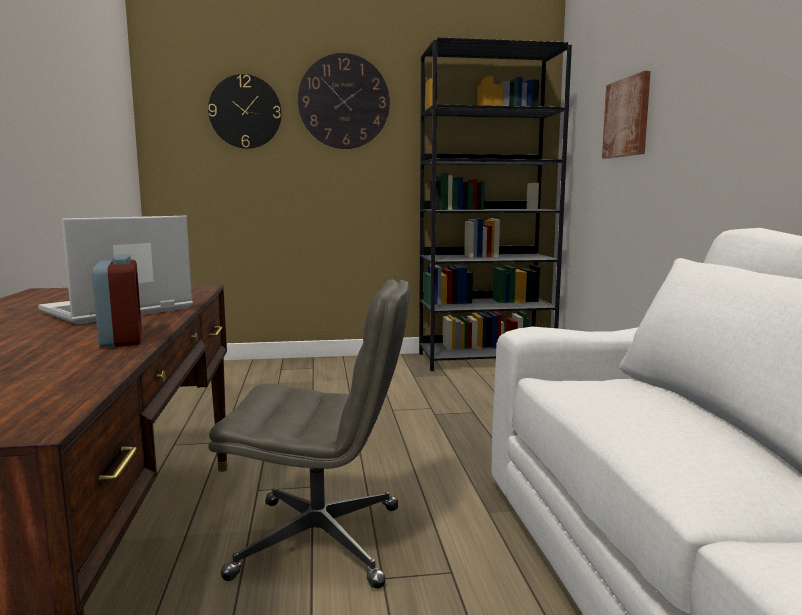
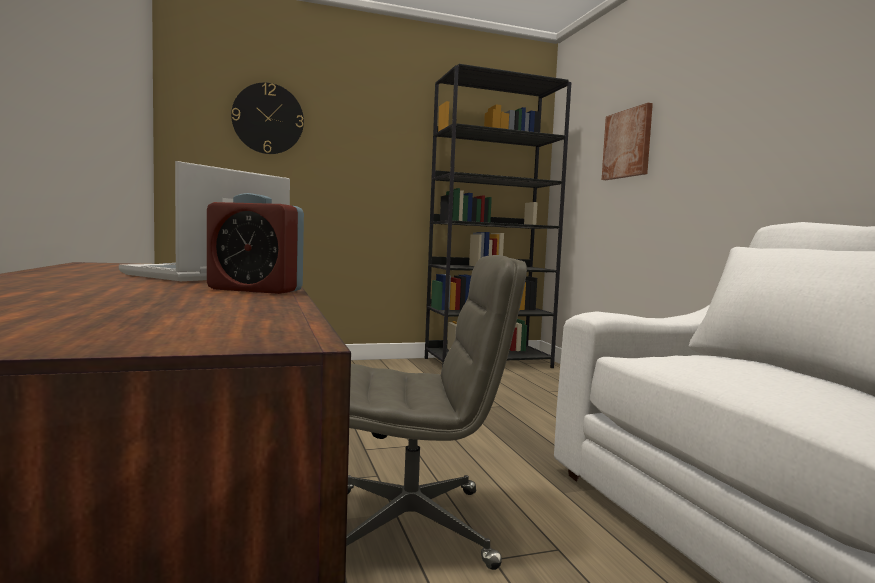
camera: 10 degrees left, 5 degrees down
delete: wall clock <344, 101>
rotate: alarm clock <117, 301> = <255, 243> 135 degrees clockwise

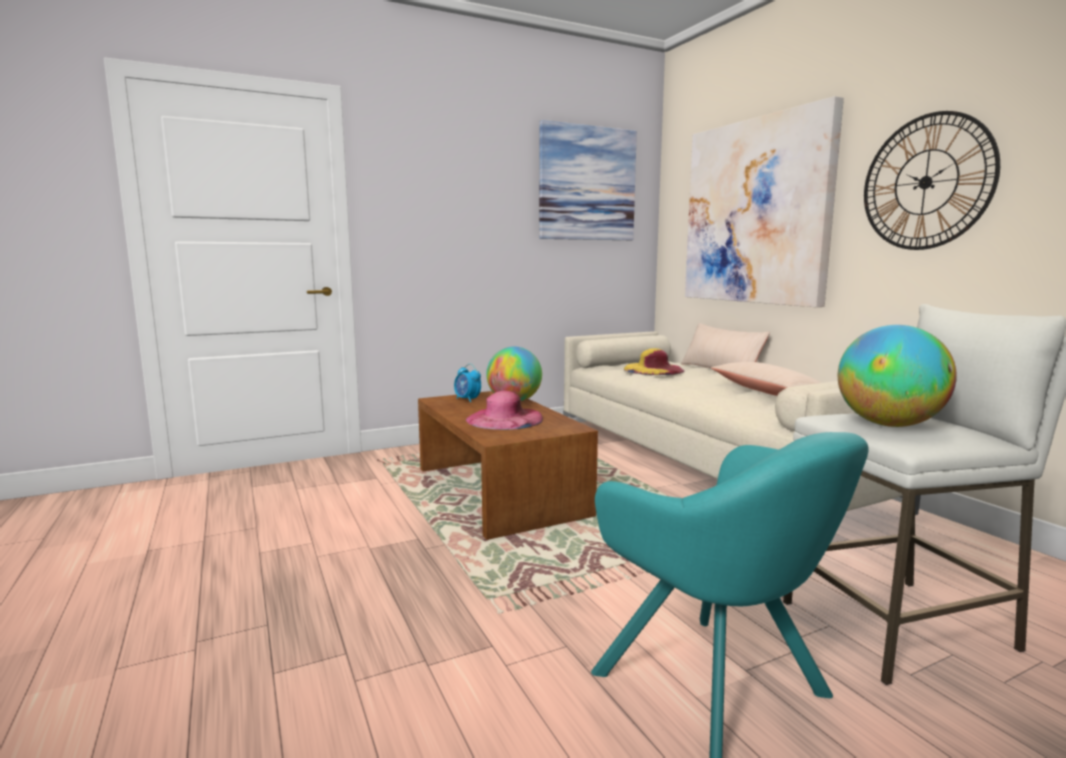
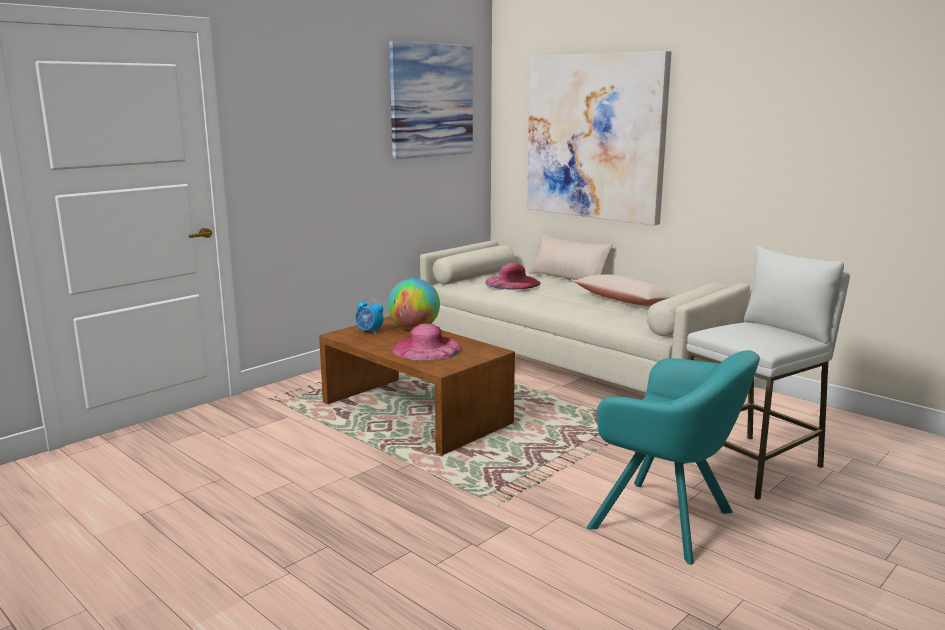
camera: 20 degrees left, 5 degrees up
delete: wall clock <932, 180>; globe <897, 376>
recolor: hat/yellow <654, 361> to hat/pink <512, 276>

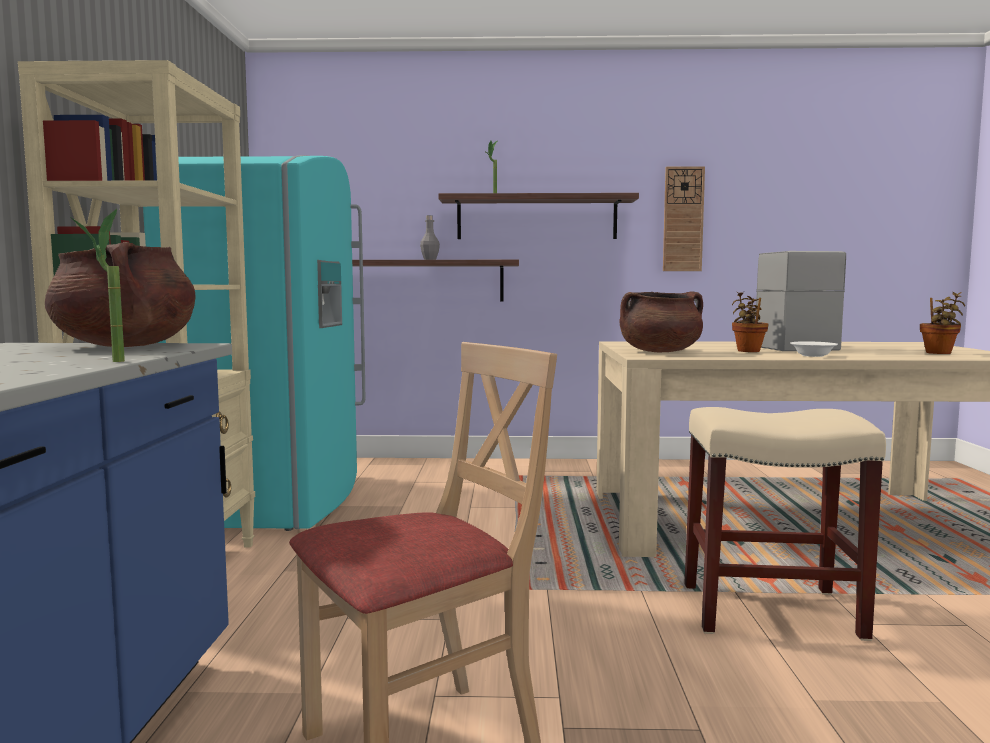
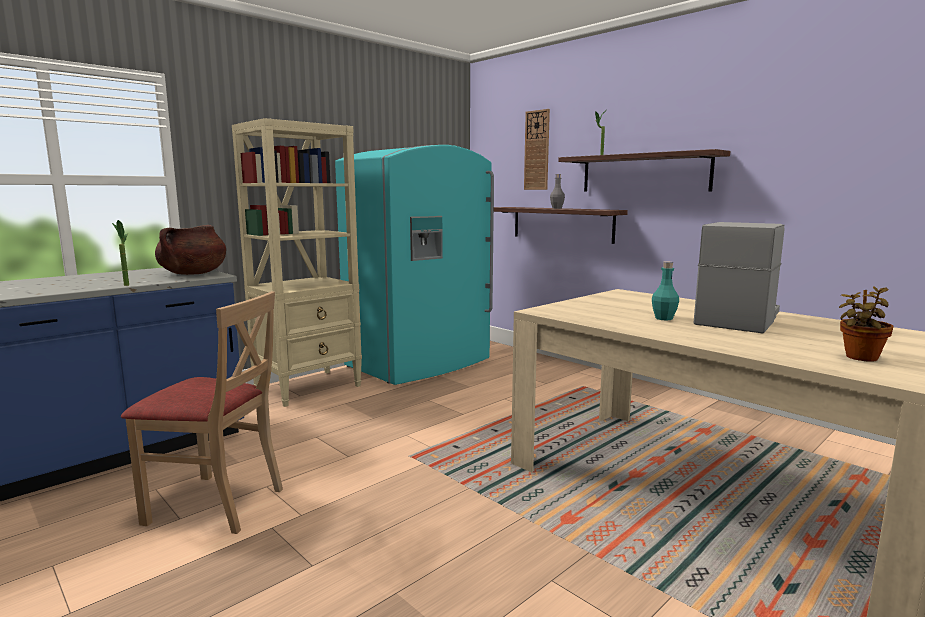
camera: 45 degrees right, 5 degrees up
delete: cooking pot/brown <661, 321>; bowl/white <814, 349>; stool/beige <785, 524>
move: wall clock <684, 218> to <537, 149>
replace: potted plant <750, 321> to bottle/turquoise <665, 291>

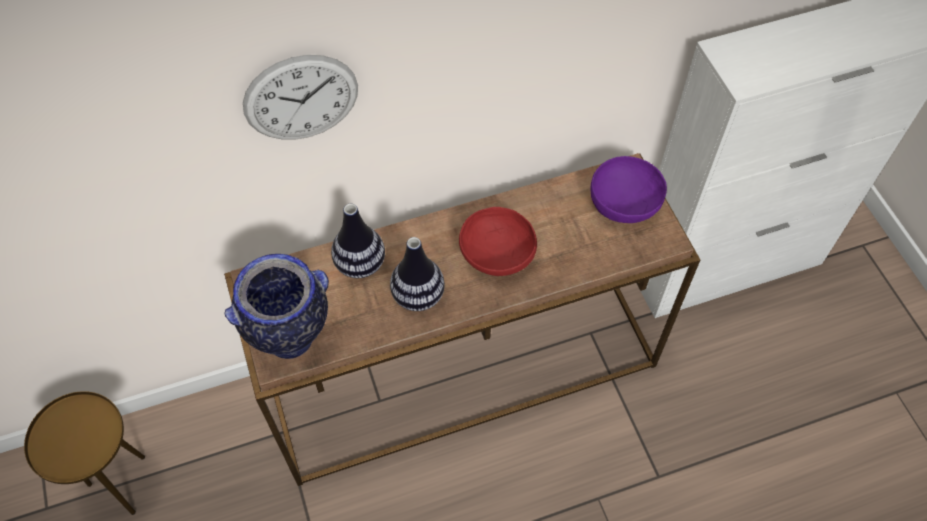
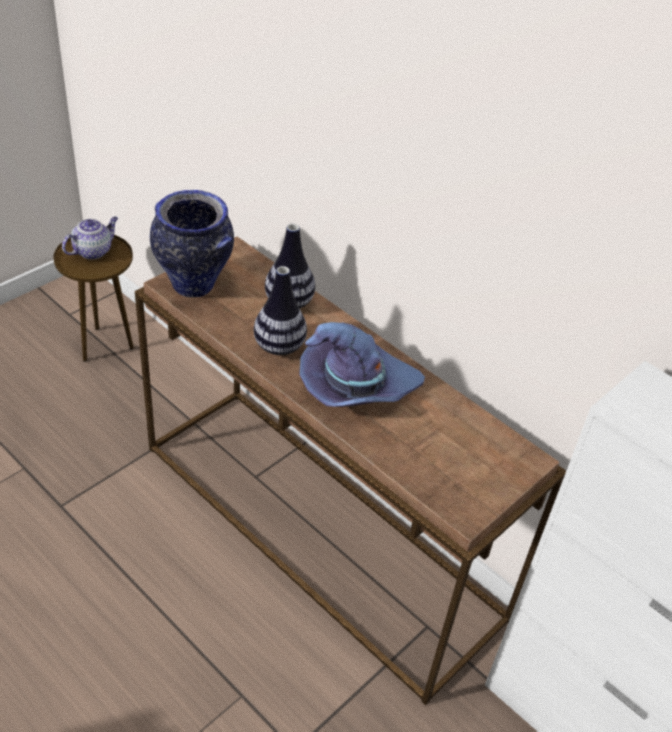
camera: 60 degrees right, 15 degrees down
delete: wall clock <300, 97>; bowl/purple <628, 189>
insert: teapot <90, 238>
replace: bowl/red <498, 241> to hat/purple <362, 364>

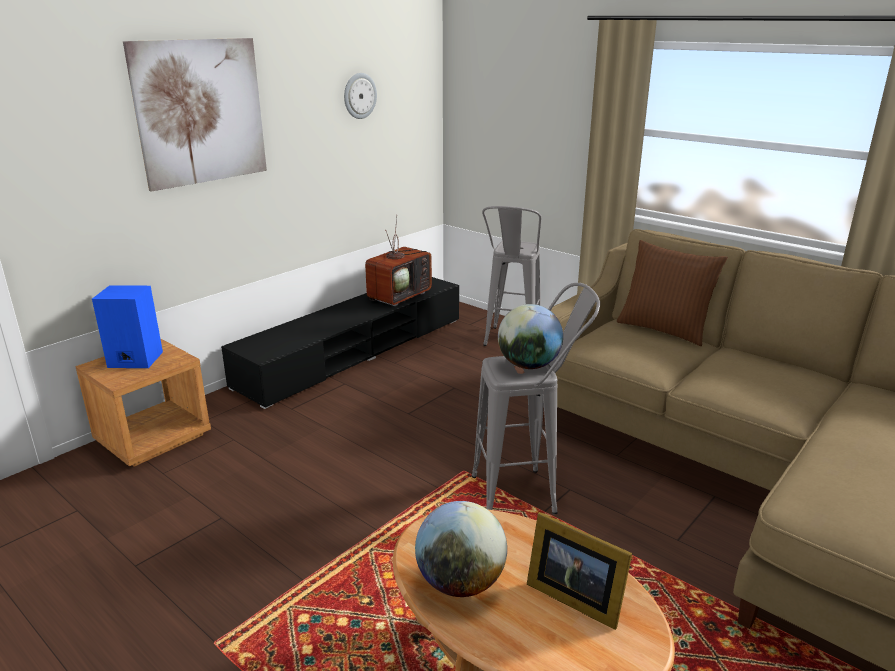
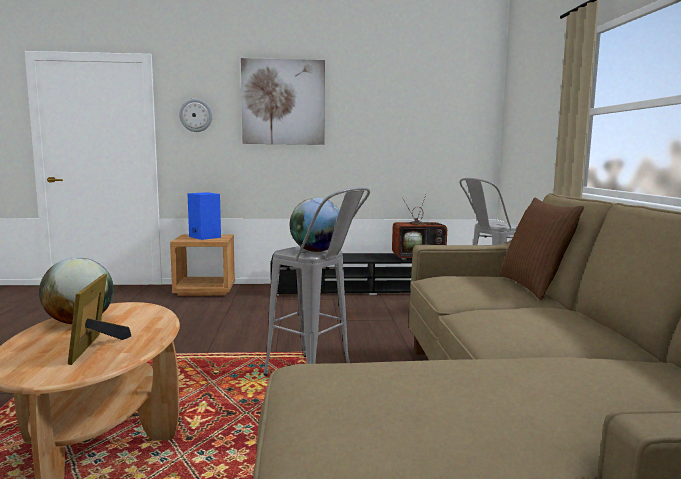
camera: 45 degrees right, 15 degrees down
move: wall clock <360, 96> to <195, 115>

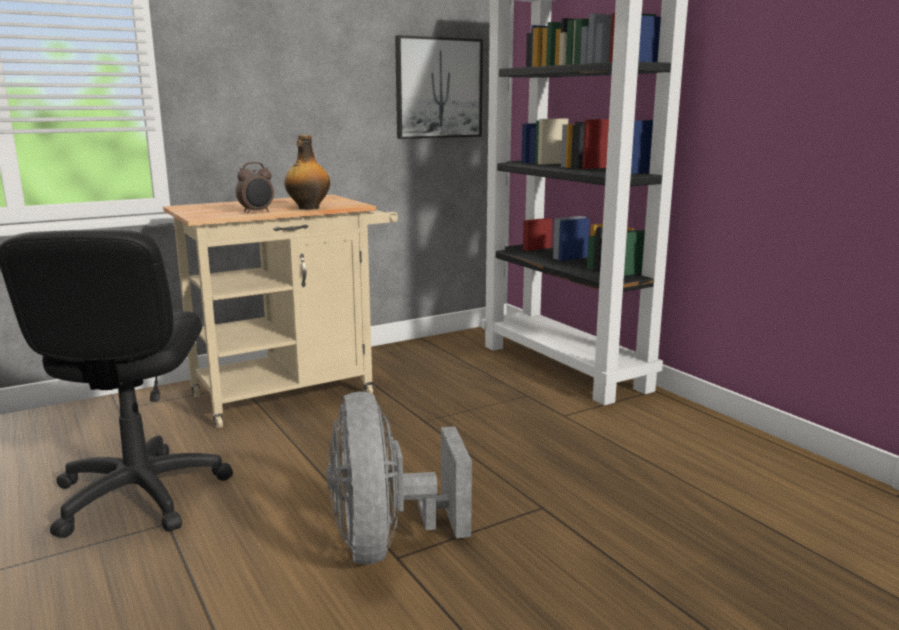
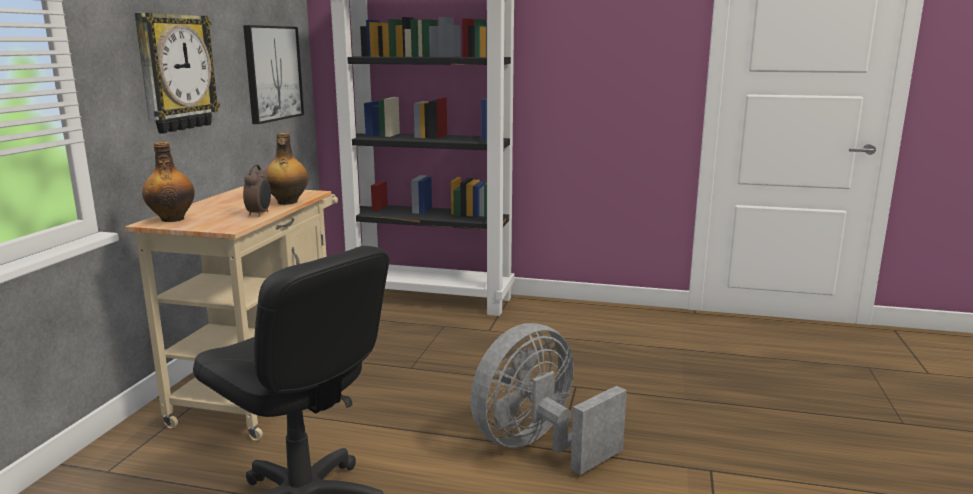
camera: 45 degrees left, 0 degrees up
insert: wall clock <177, 73>; bottle <168, 182>
rotate: fan/grey <399, 477> = <549, 399> 105 degrees clockwise

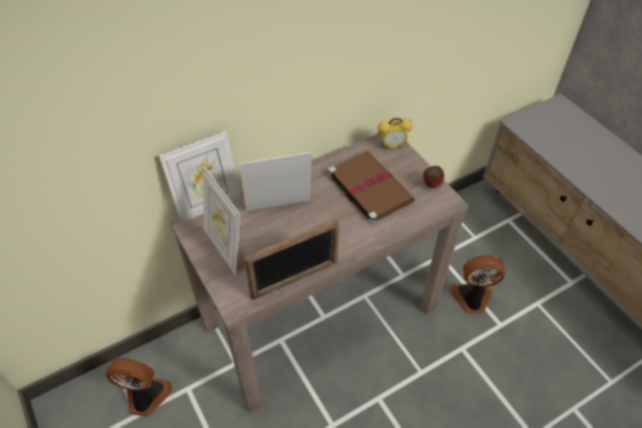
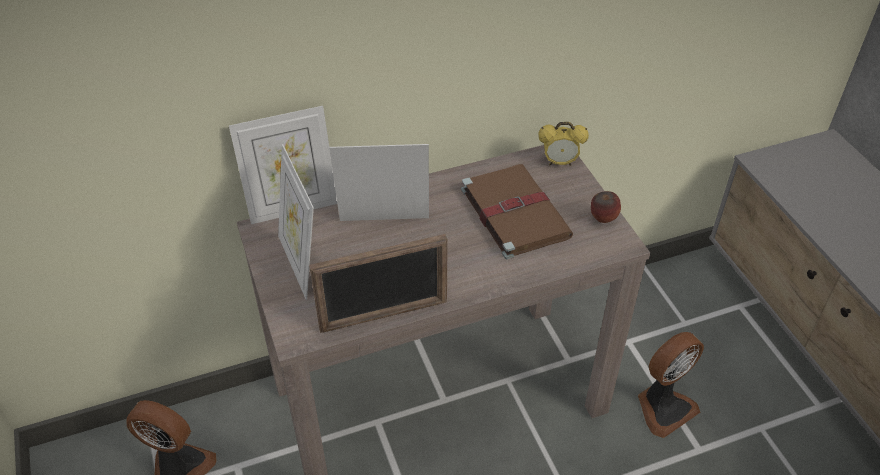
camera: 10 degrees right, 5 degrees down
rotate: fan <477, 284> = <671, 385> 135 degrees clockwise

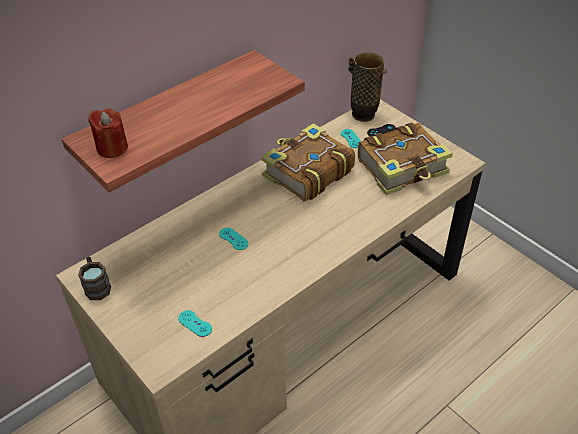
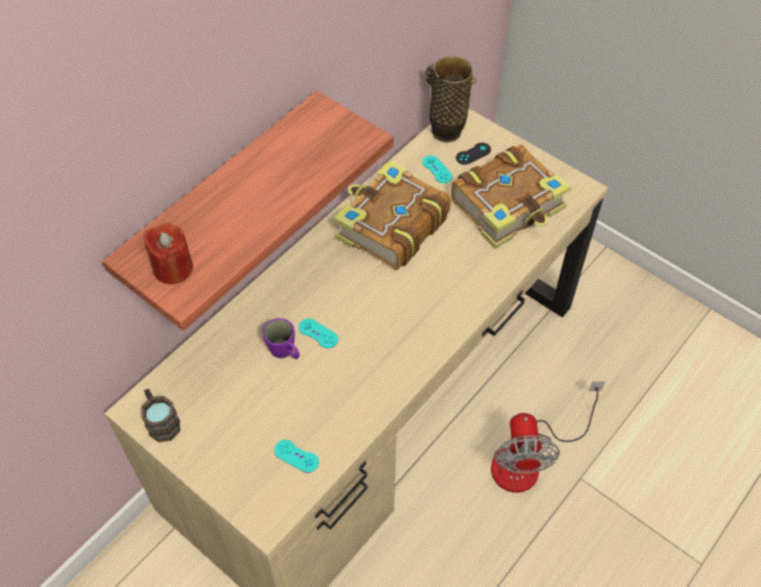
camera: 10 degrees left, 10 degrees up
insert: mug/purple <281, 338>; fan <548, 437>

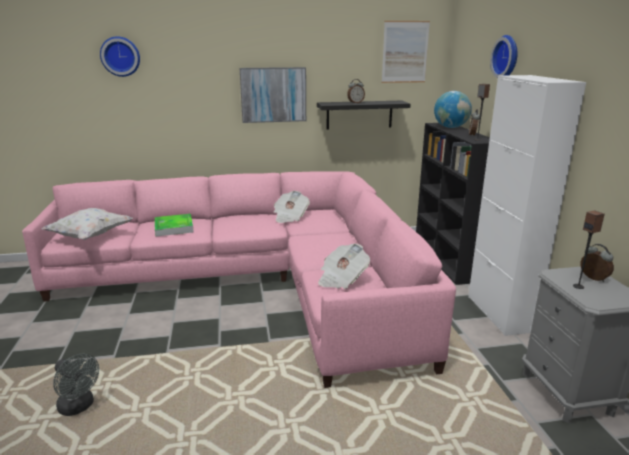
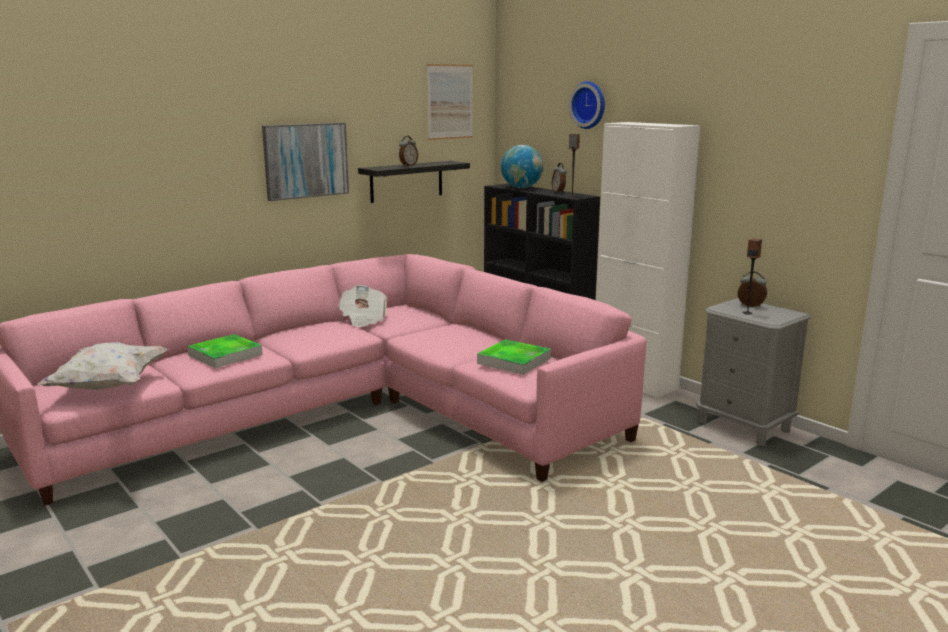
camera: 30 degrees left, 5 degrees down
delete: wall clock <120, 56>; fan/grey <76, 385>
replace: newspaper <344, 266> to tray <514, 357>

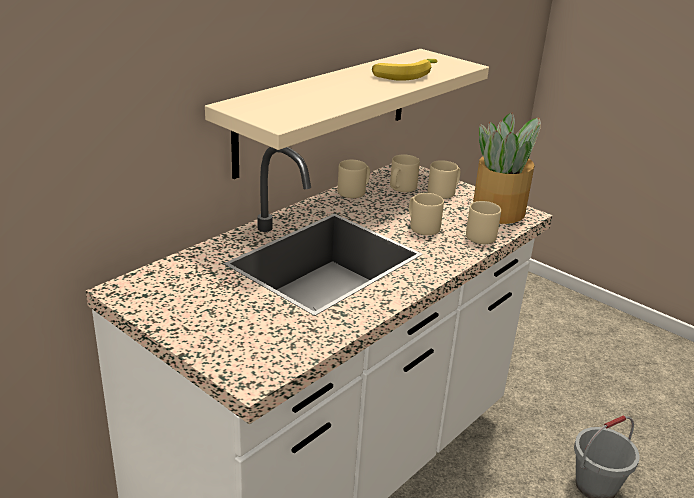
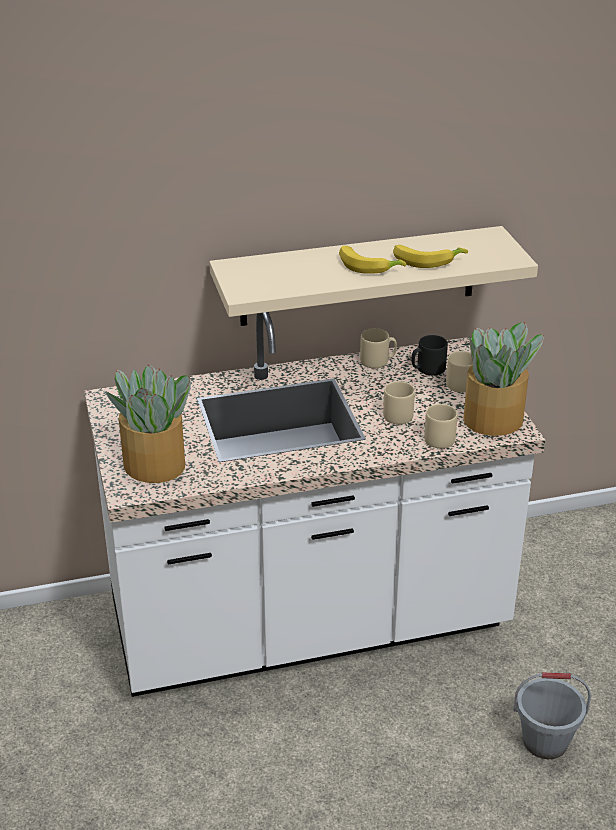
camera: 35 degrees right, 5 degrees up
insert: banana <372, 260>; potted plant <149, 423>
recolor: mug/beige <405, 173> to mug/black <430, 355>

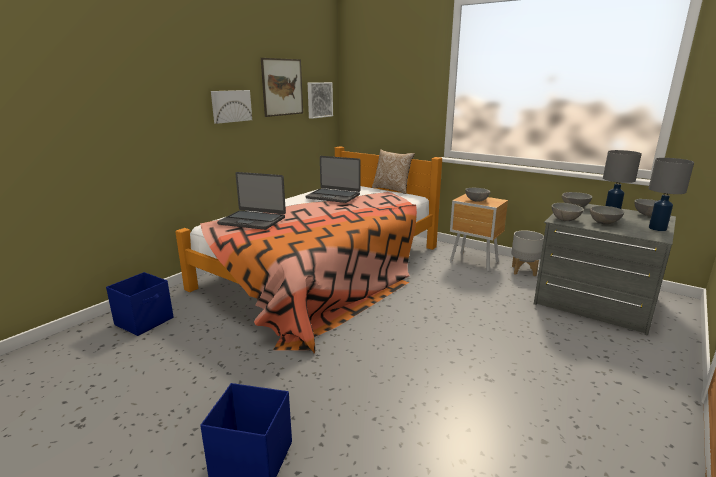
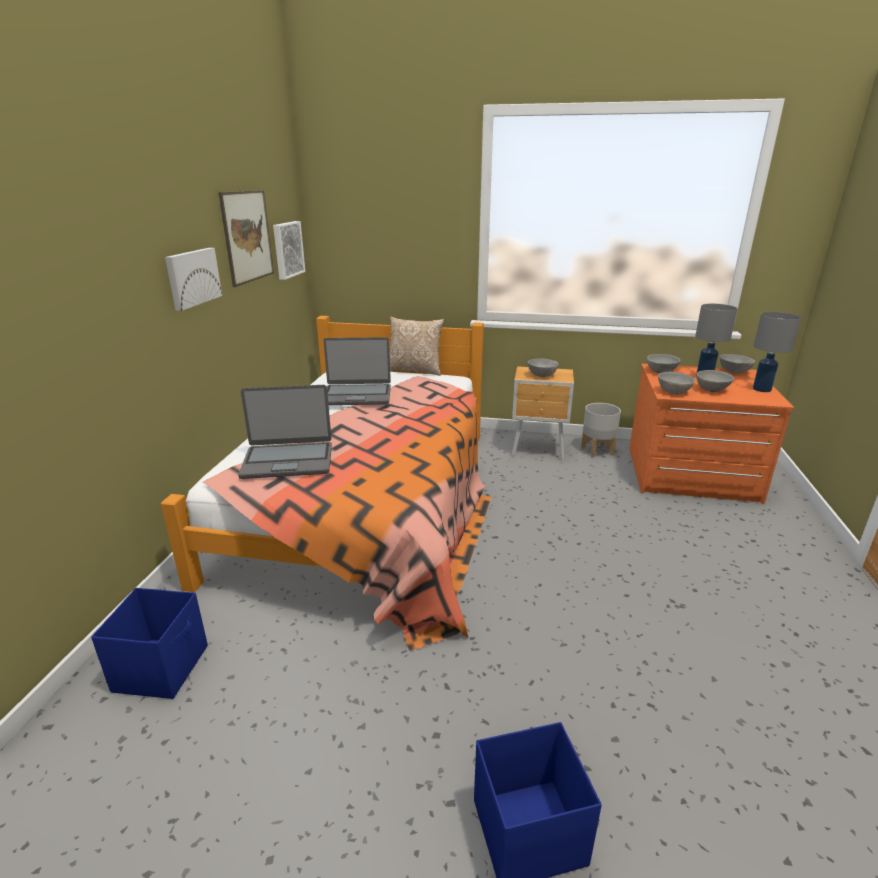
camera: 25 degrees left, 5 degrees up
recolor: dresser/grey <605, 269> to dresser/orange <711, 434>

